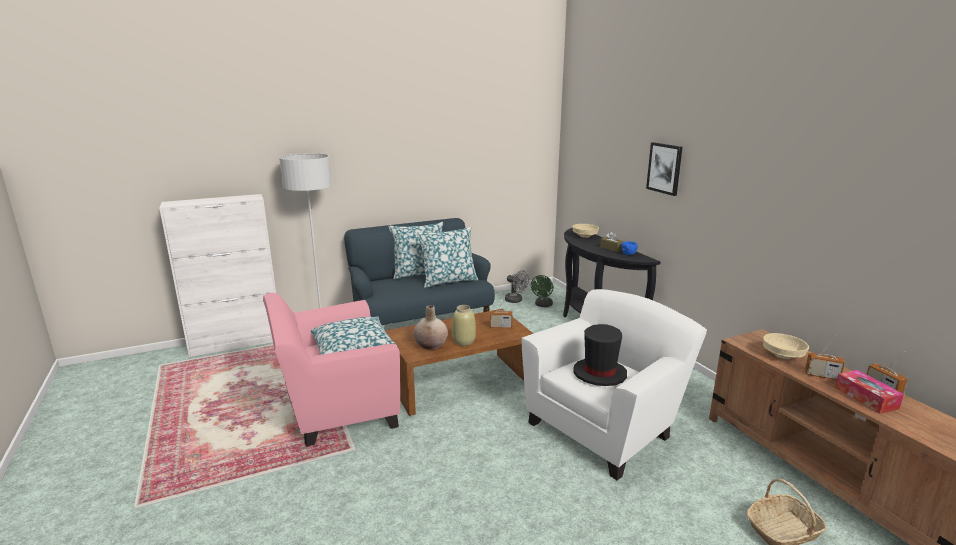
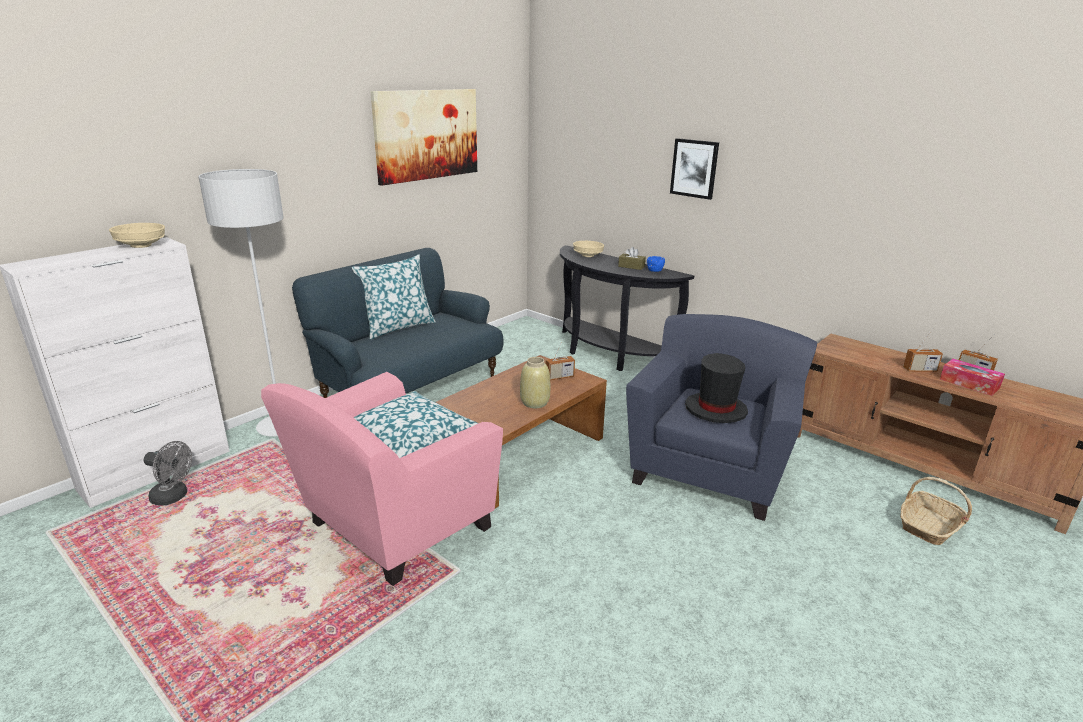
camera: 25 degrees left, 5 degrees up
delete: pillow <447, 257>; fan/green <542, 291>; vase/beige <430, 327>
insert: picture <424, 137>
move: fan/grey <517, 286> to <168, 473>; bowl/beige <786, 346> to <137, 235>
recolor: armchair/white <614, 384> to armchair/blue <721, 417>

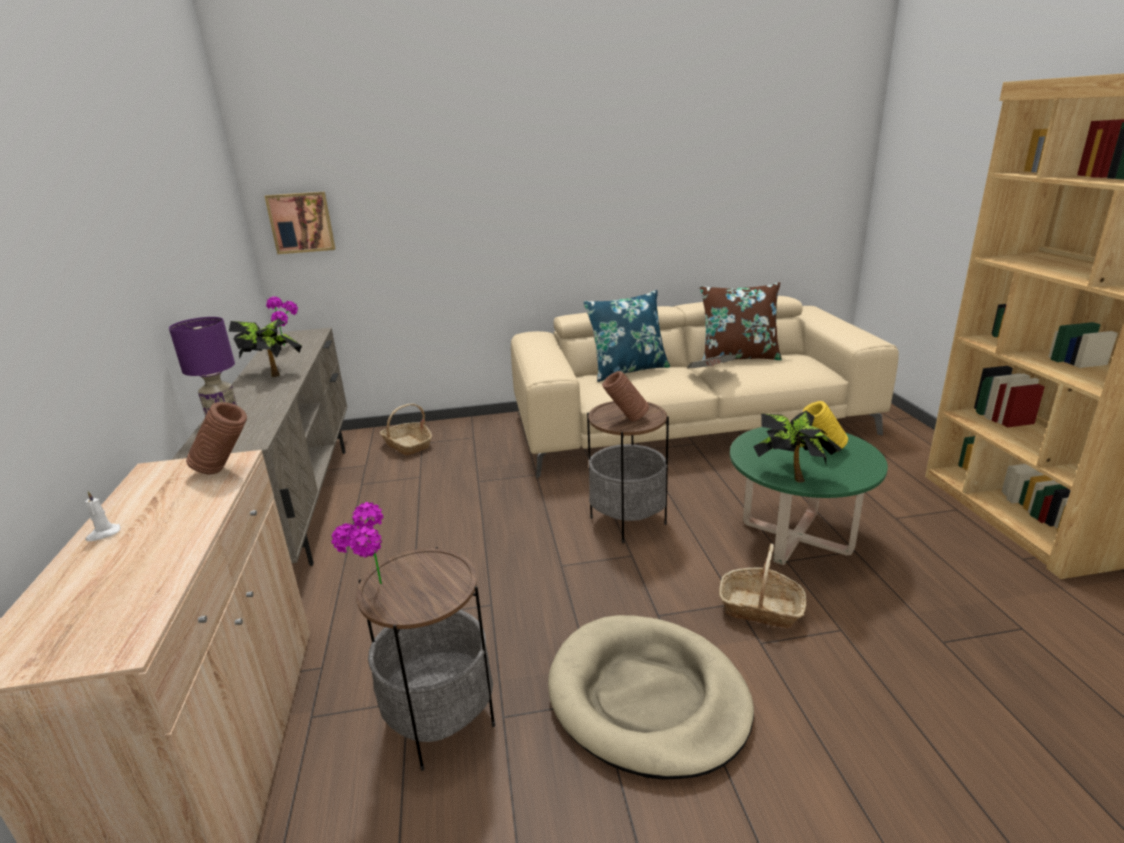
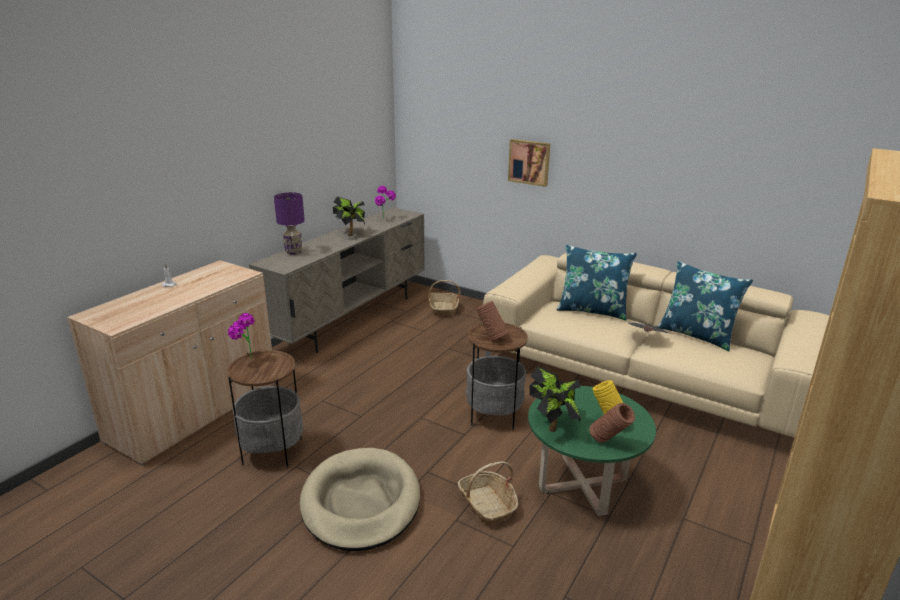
camera: 40 degrees right, 0 degrees up
move: picture <300, 222> to <529, 163>; vase/brown <216, 438> to <612, 423>
recolor: pillow/brown <741, 321> to pillow/blue <705, 306>

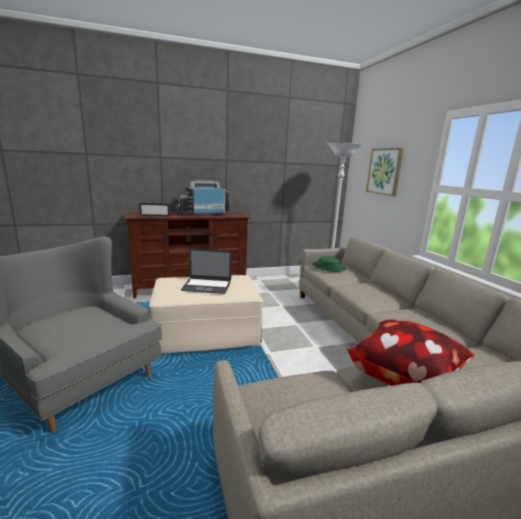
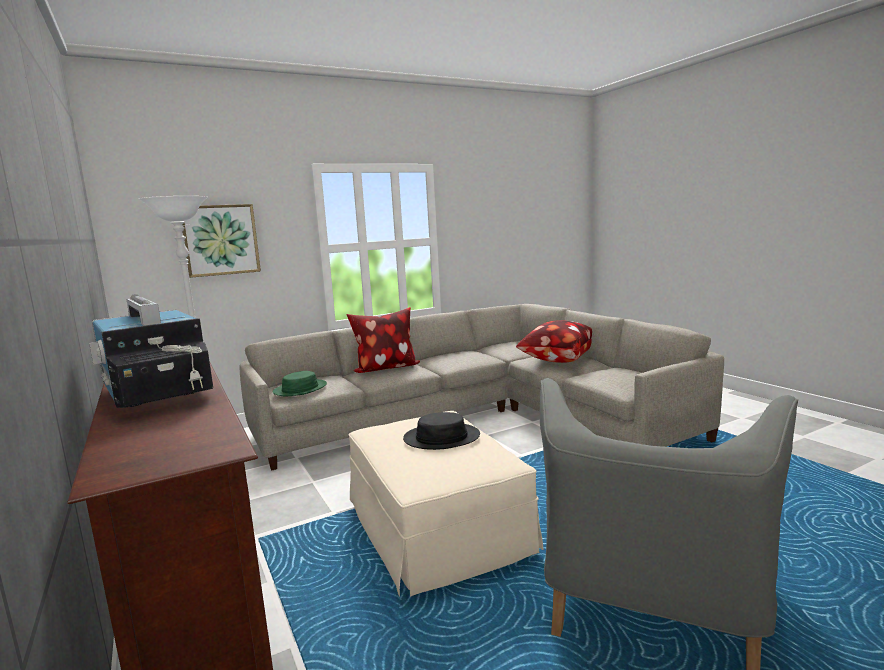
camera: 100 degrees left, 5 degrees down
delete: picture frame <154, 209>
insert: pillow <383, 340>
replace: laptop <206, 271> to hat/black <441, 431>

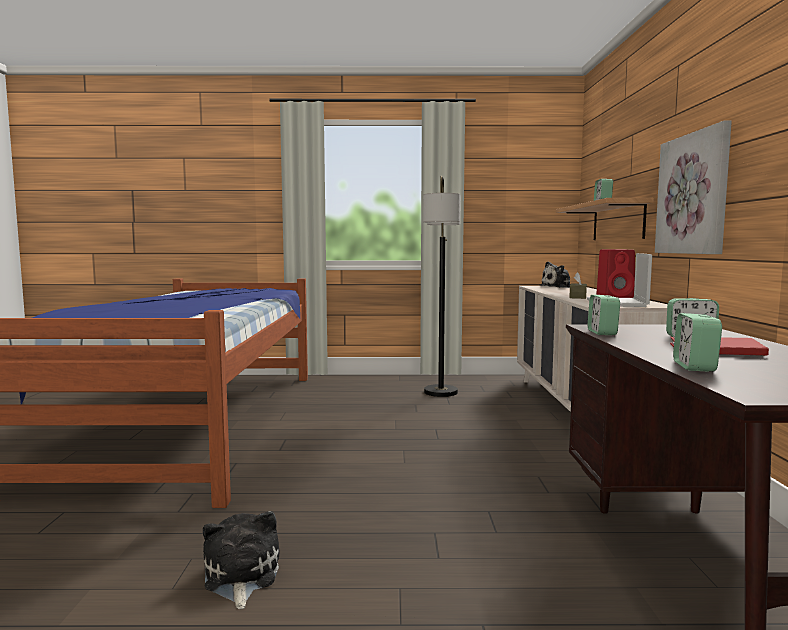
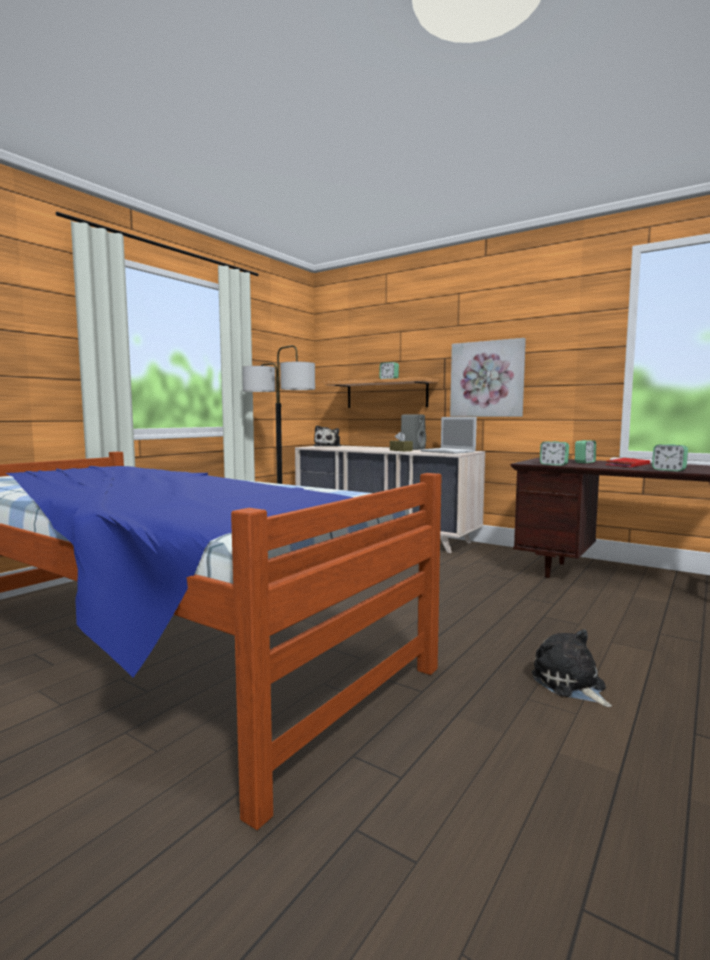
camera: 55 degrees left, 0 degrees up
recolor: speaker/red <616, 273> to speaker/grey <413, 432>
rotate: plush toy <241, 560> = <572, 668> 45 degrees clockwise

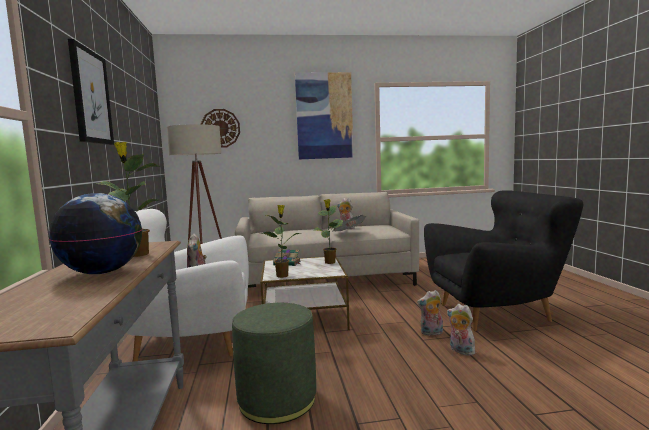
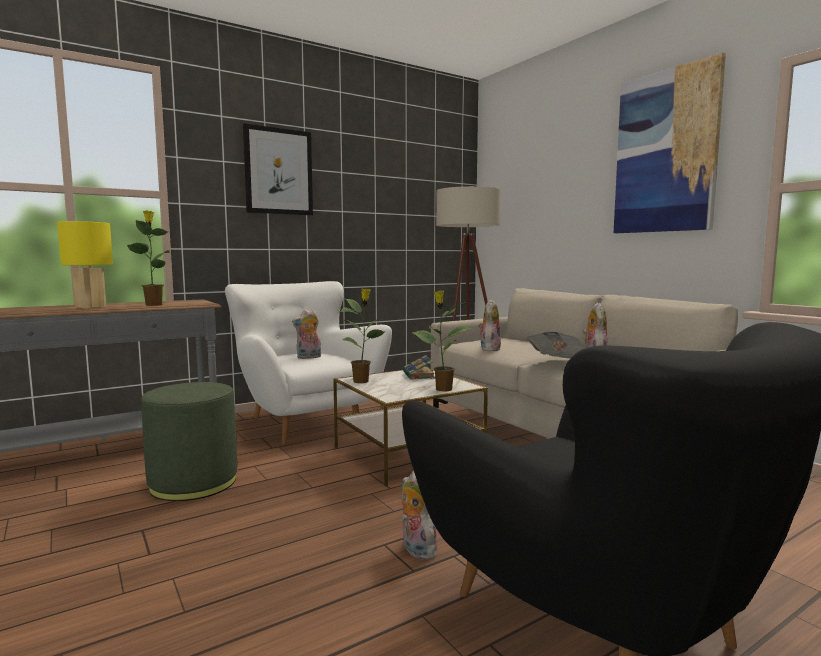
camera: 65 degrees right, 0 degrees up
delete: wall clock <220, 128>
move: plush toy <461, 330> to <489, 325>
replace: globe <95, 233> to table lamp/yellow <85, 265>

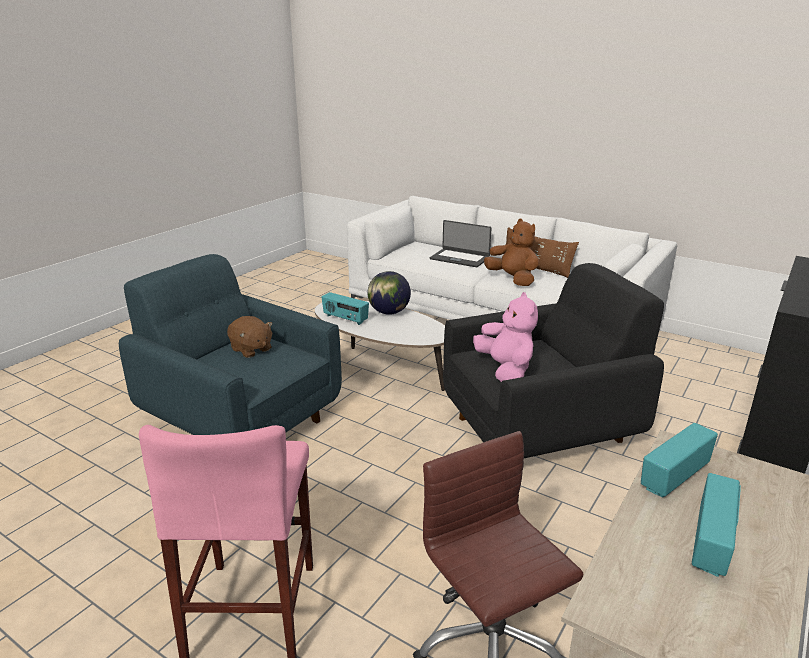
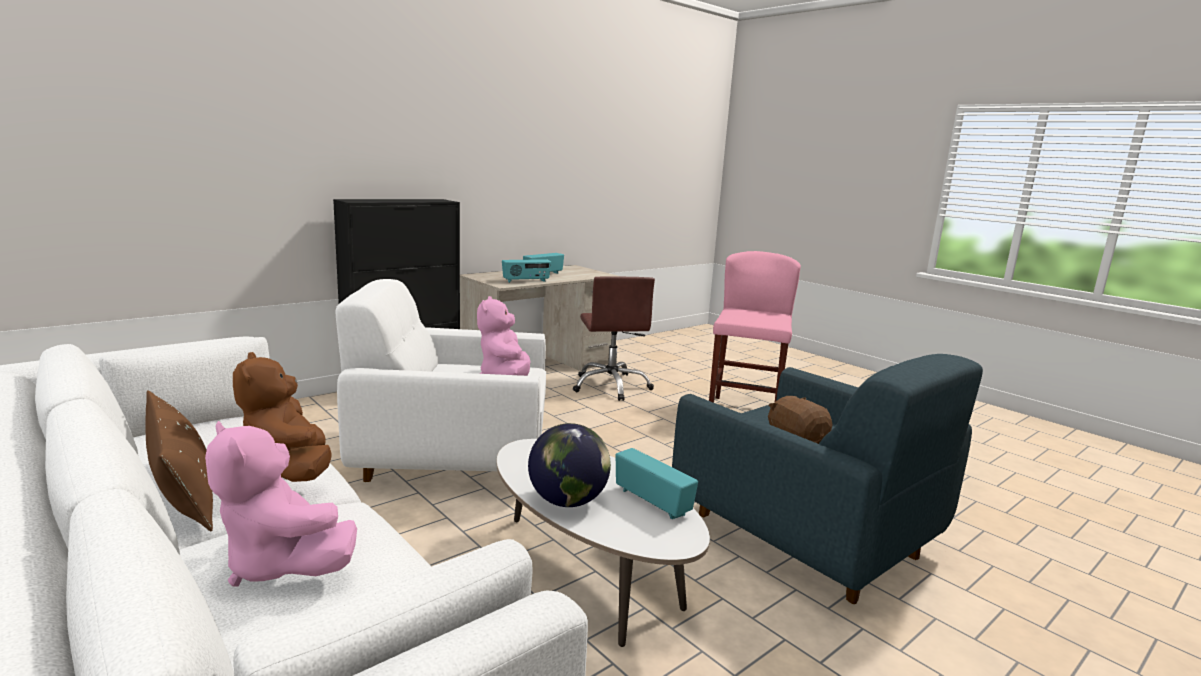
camera: 165 degrees left, 10 degrees down
replace: laptop <461, 243> to plush toy/pink <281, 504>
recolor: armchair/black <553, 360> to armchair/white <441, 380>

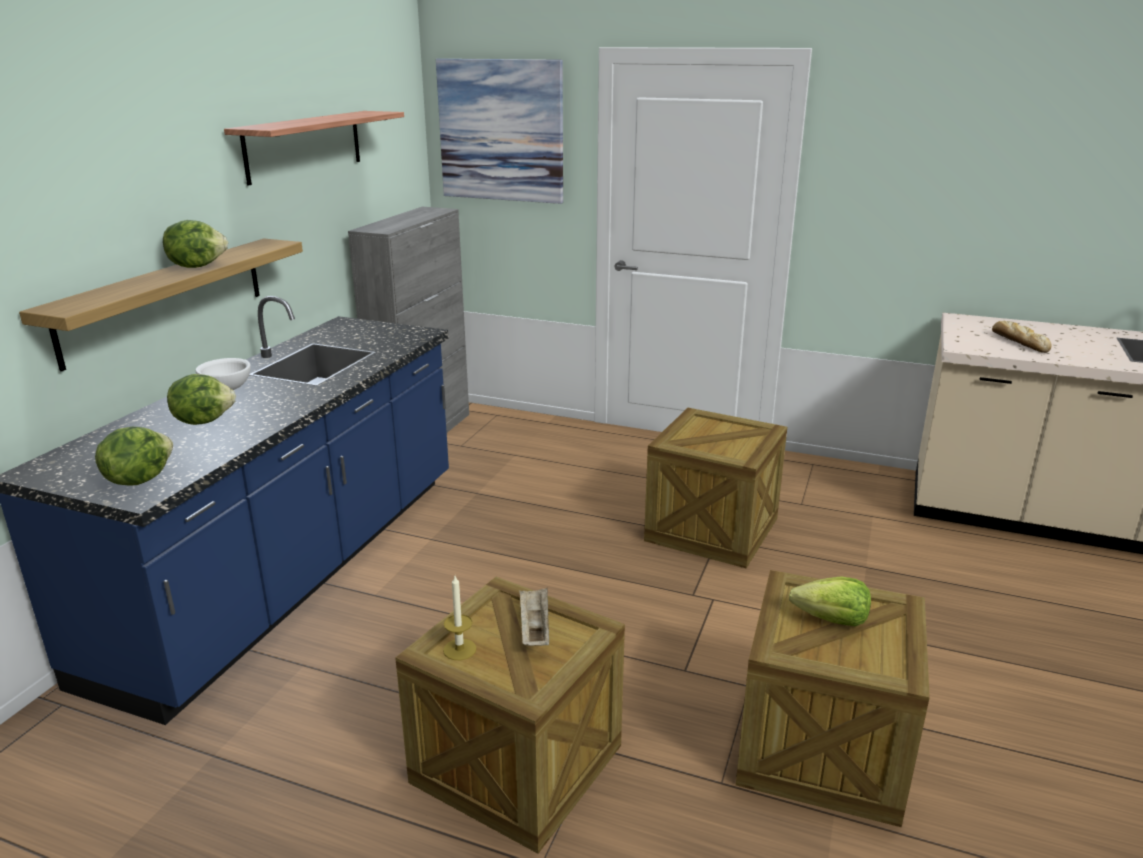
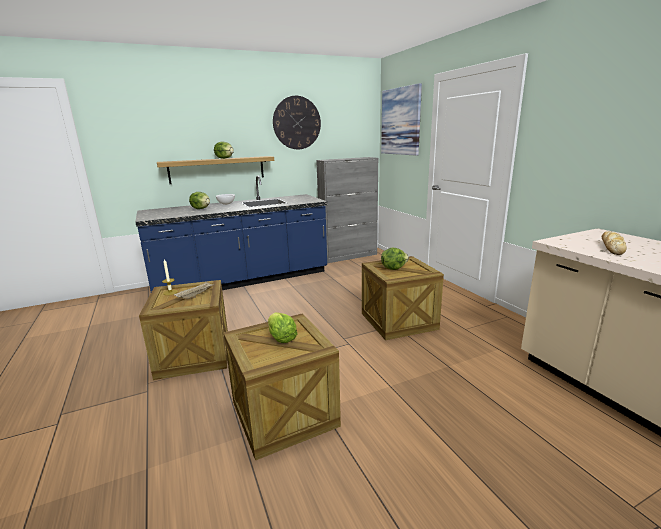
camera: 45 degrees right, 5 degrees down
move: lettuce <134, 456> to <395, 259>
replace: shelf <314, 148> to wall clock <297, 122>

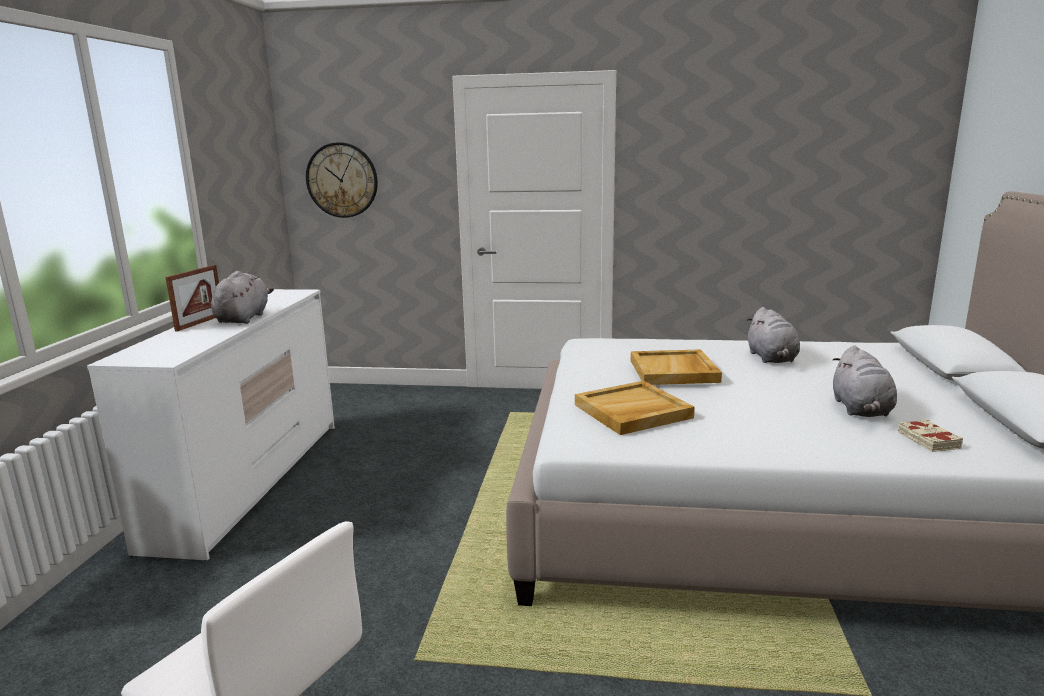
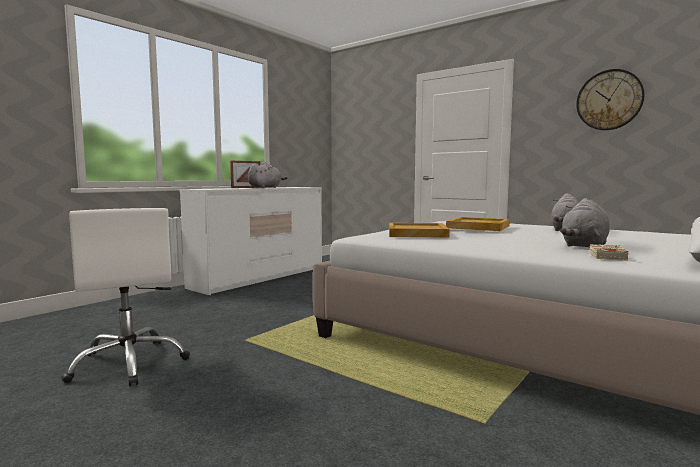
camera: 30 degrees right, 10 degrees down
move: wall clock <342, 180> to <610, 99>

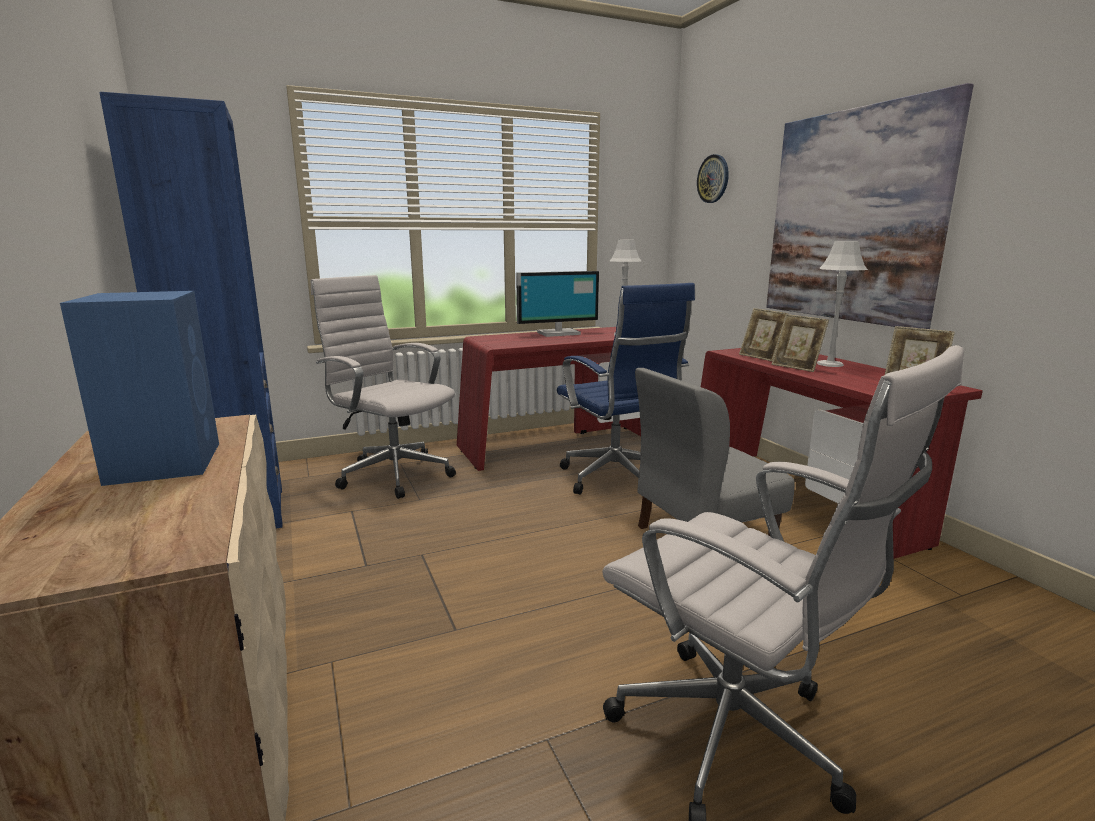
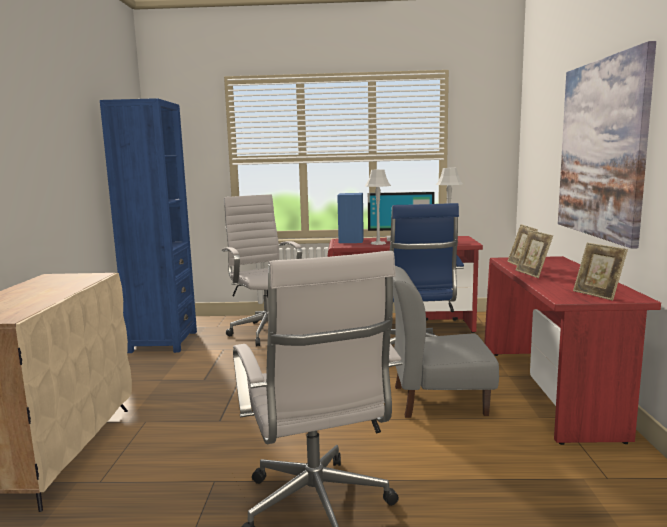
camera: 25 degrees right, 5 degrees down
delete: wall clock <713, 178>
move: table lamp/grey <842, 304> to <378, 207>; speaker/blue <139, 388> to <350, 218>

